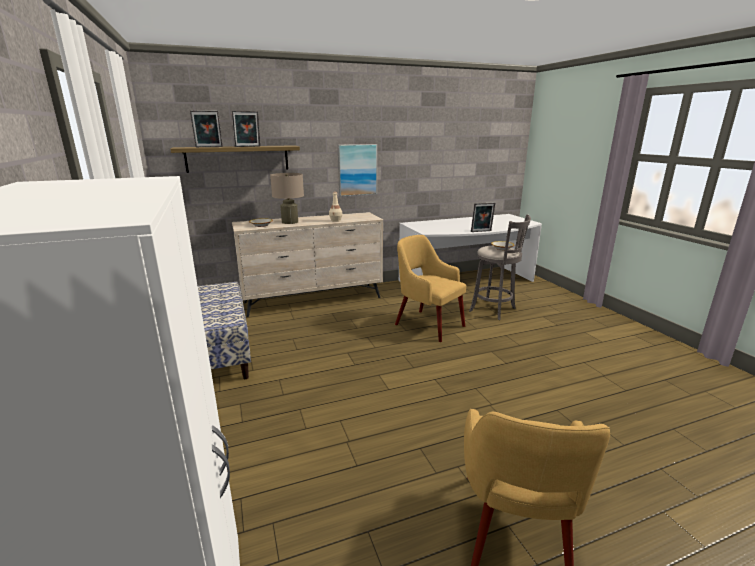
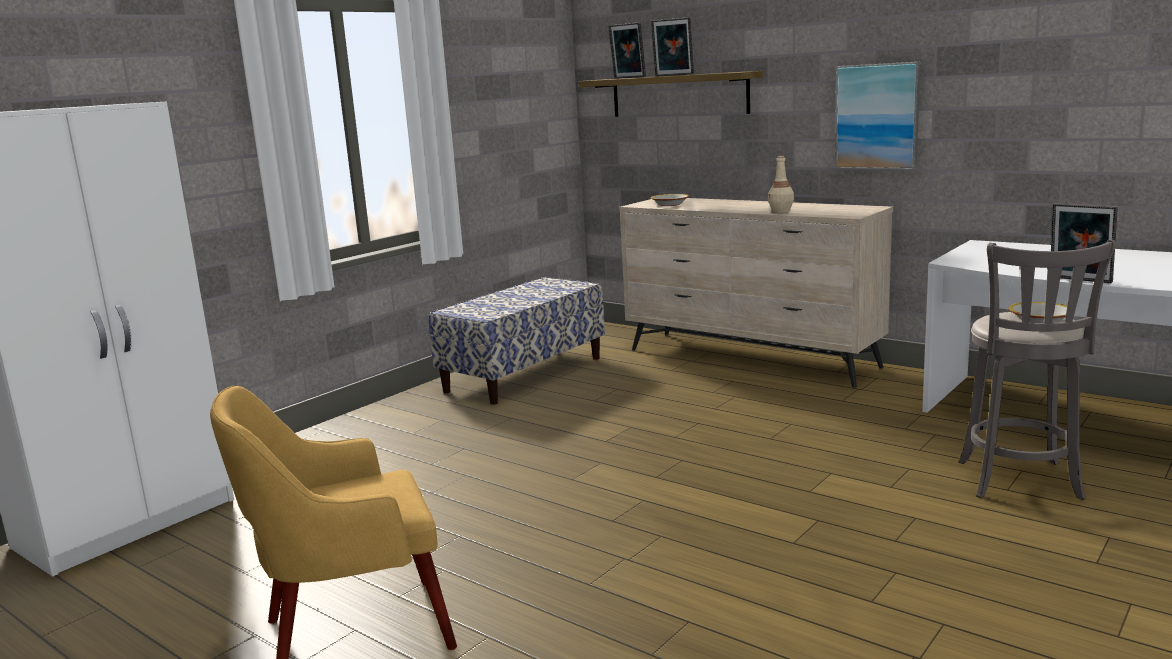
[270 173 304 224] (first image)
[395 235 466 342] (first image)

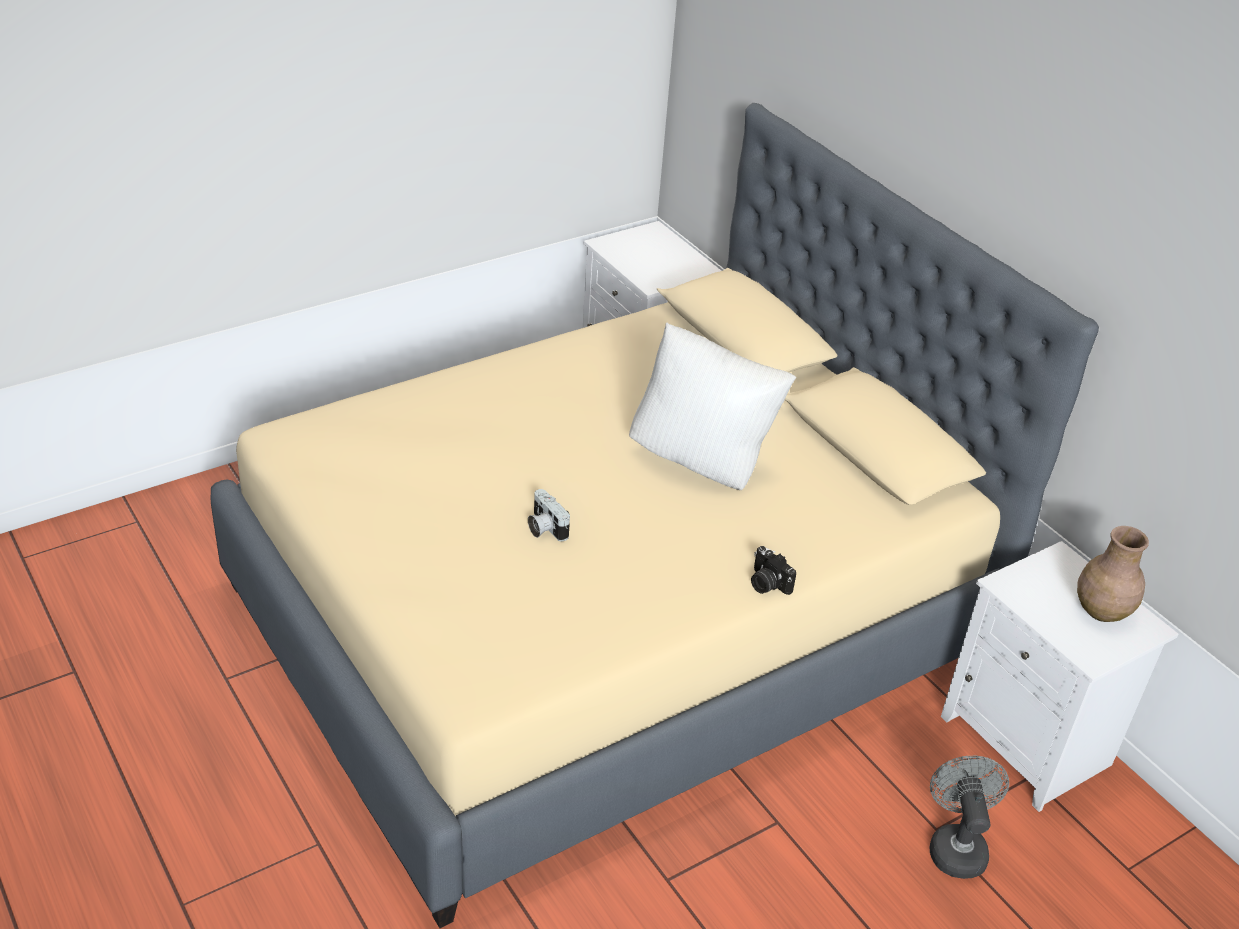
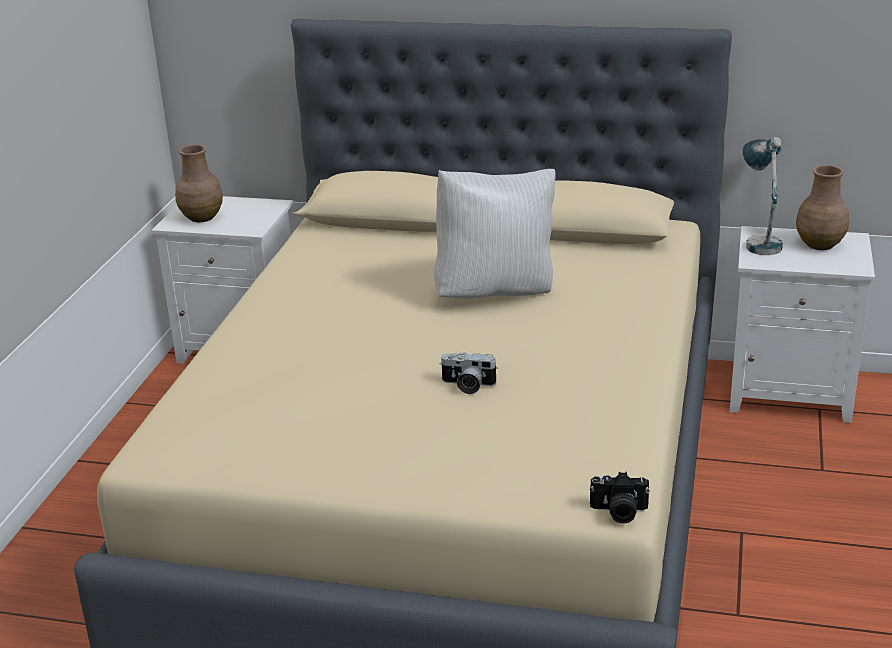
[929 756 1009 879] (first image)
[175 145 223 222]
[743 137 783 255]
[589 472 650 524]

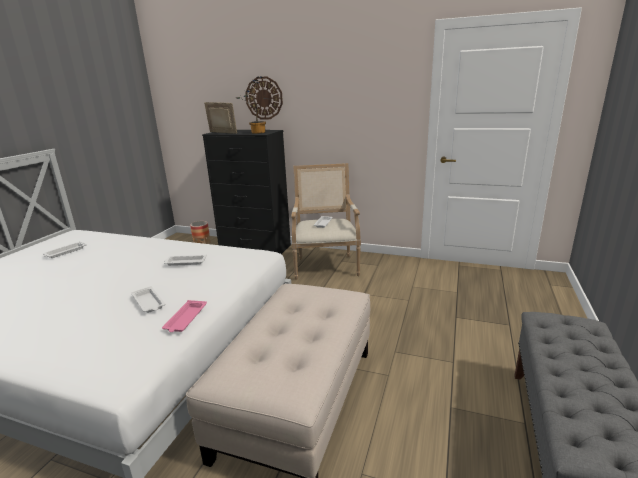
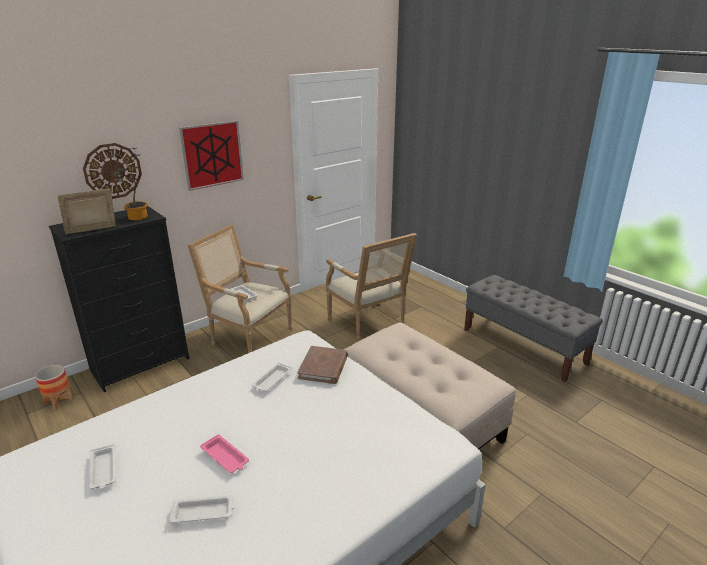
[179 120 244 191]
[297 346 348 384]
[326 233 417 341]
[169 496 235 523]
[200 434 249 473]

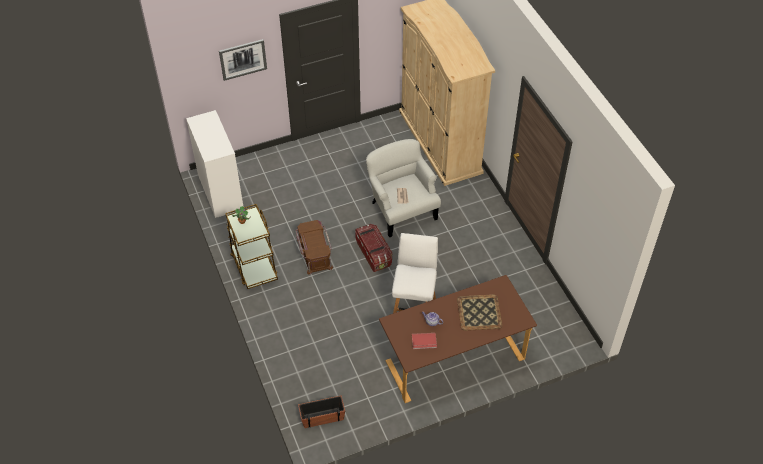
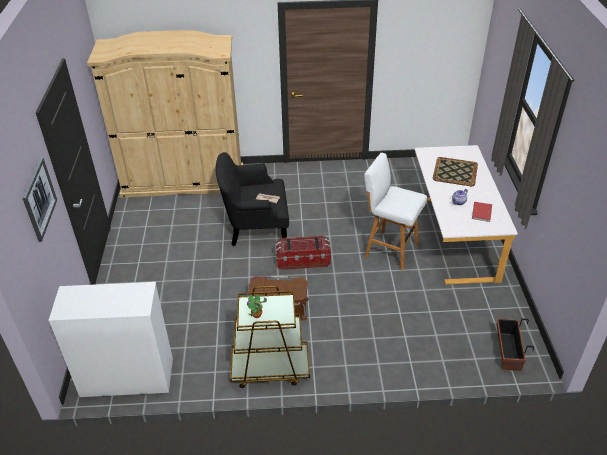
[215 152 289 246]
[415 145 518 284]

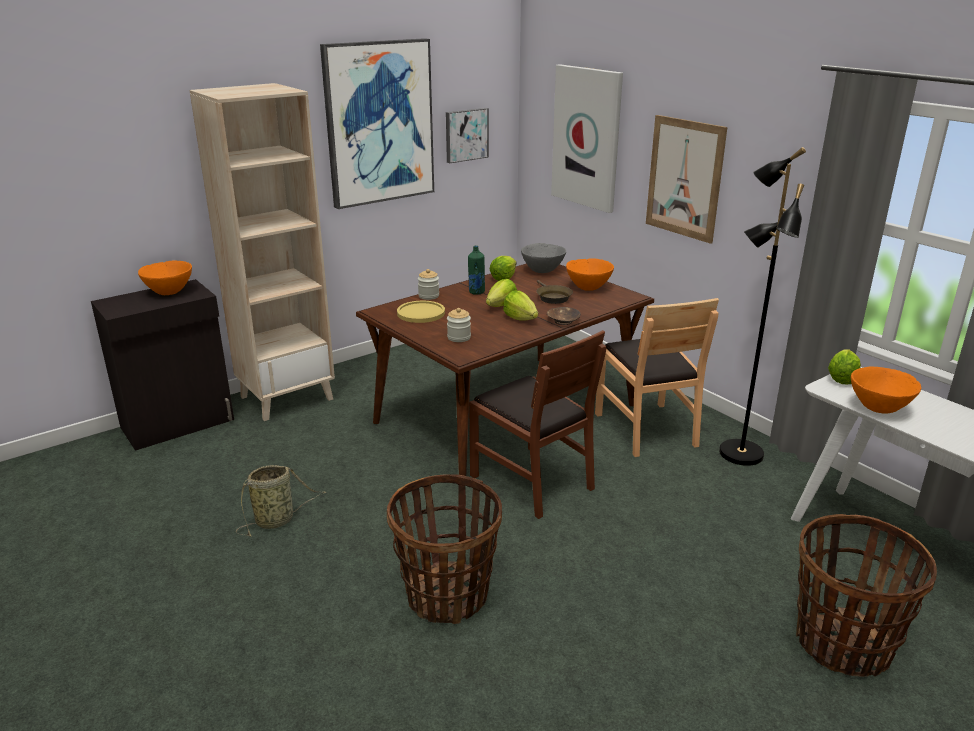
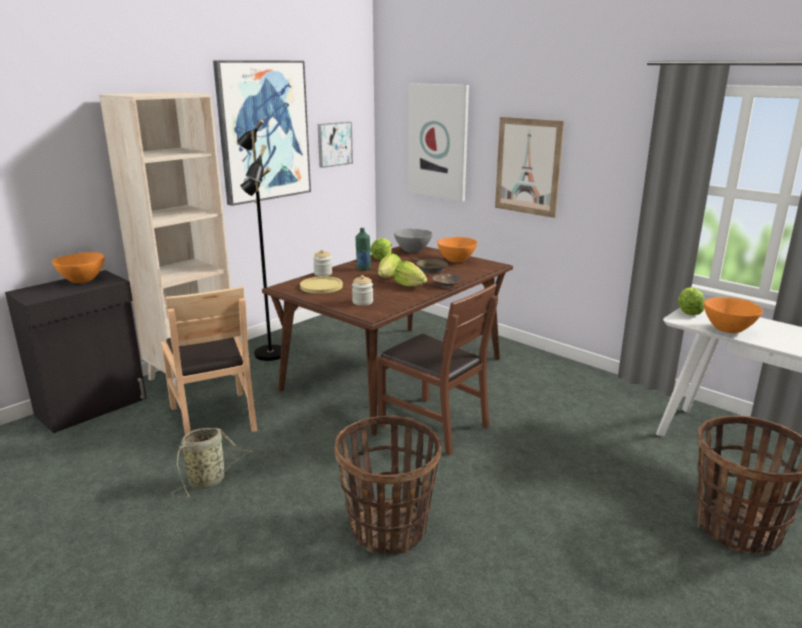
[161 286 257 435]
[237 119 281 361]

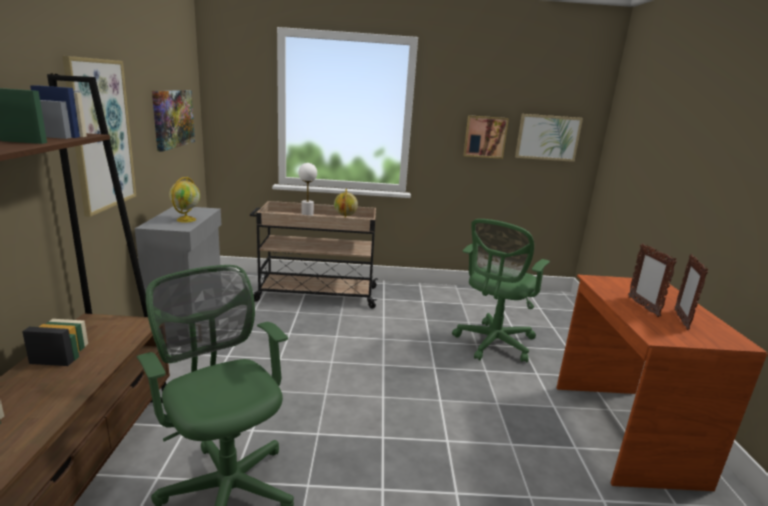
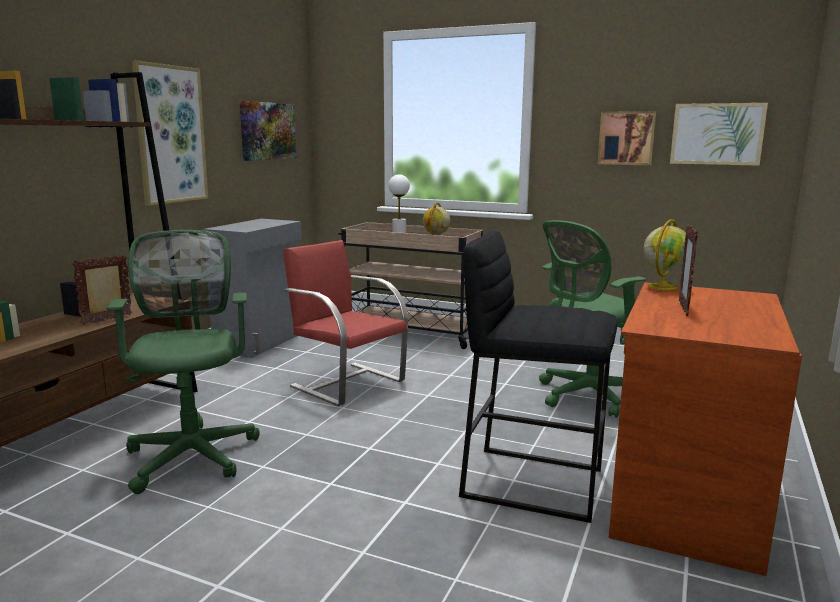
[283 240 408 406]
[459 231 617 523]
[644 219 686 291]
[72 255 132 325]

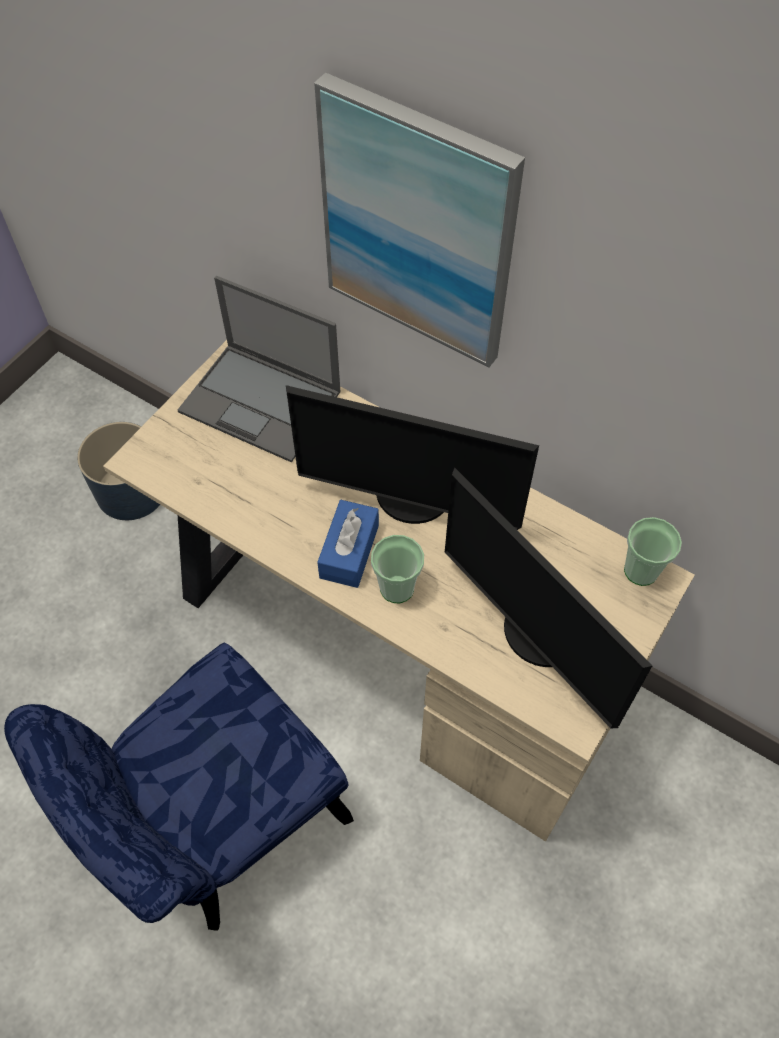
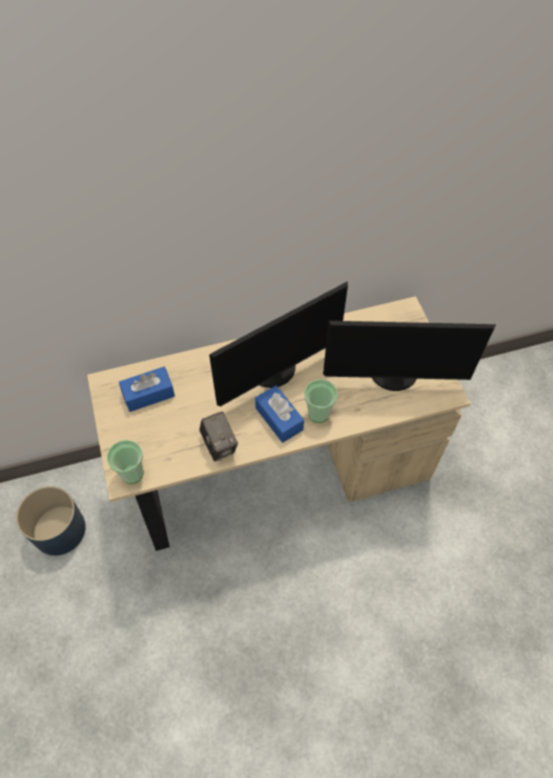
[4 642 354 931] (first image)
[314 72 525 367] (first image)
[199 411 238 461]
[107 440 144 484]
[119 366 175 412]

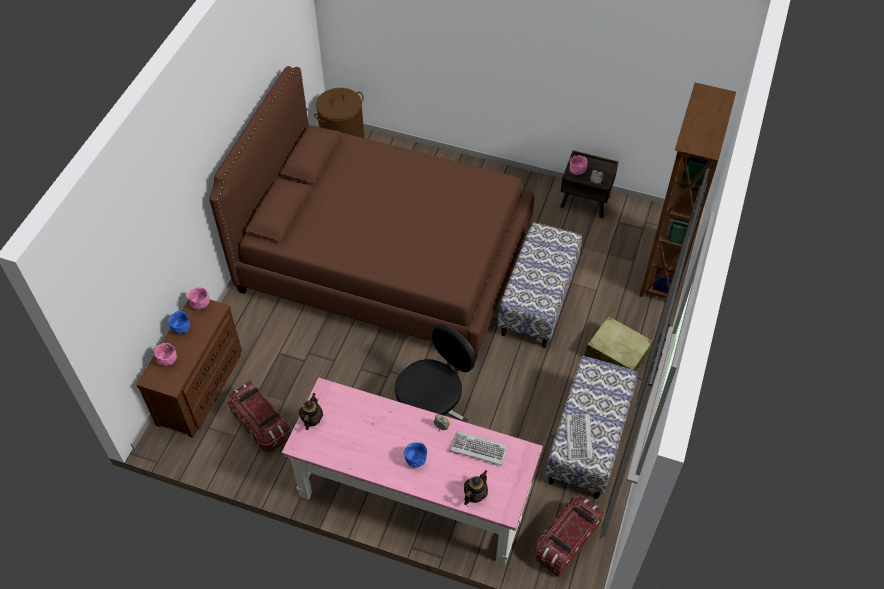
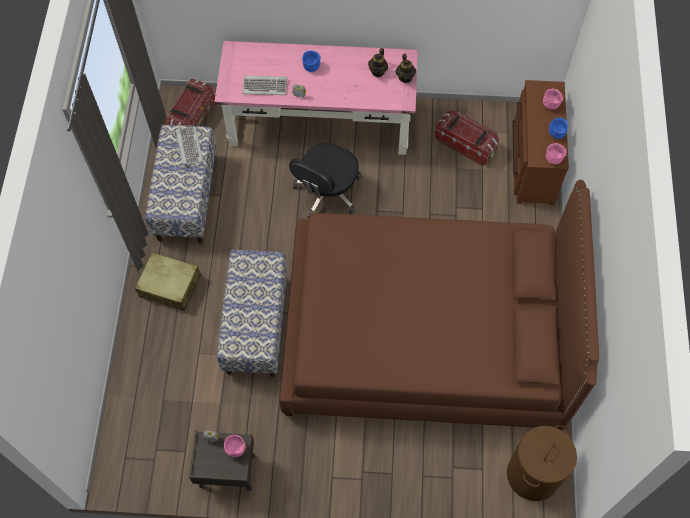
[640 83 736 299] (first image)
[368 48 388 77]

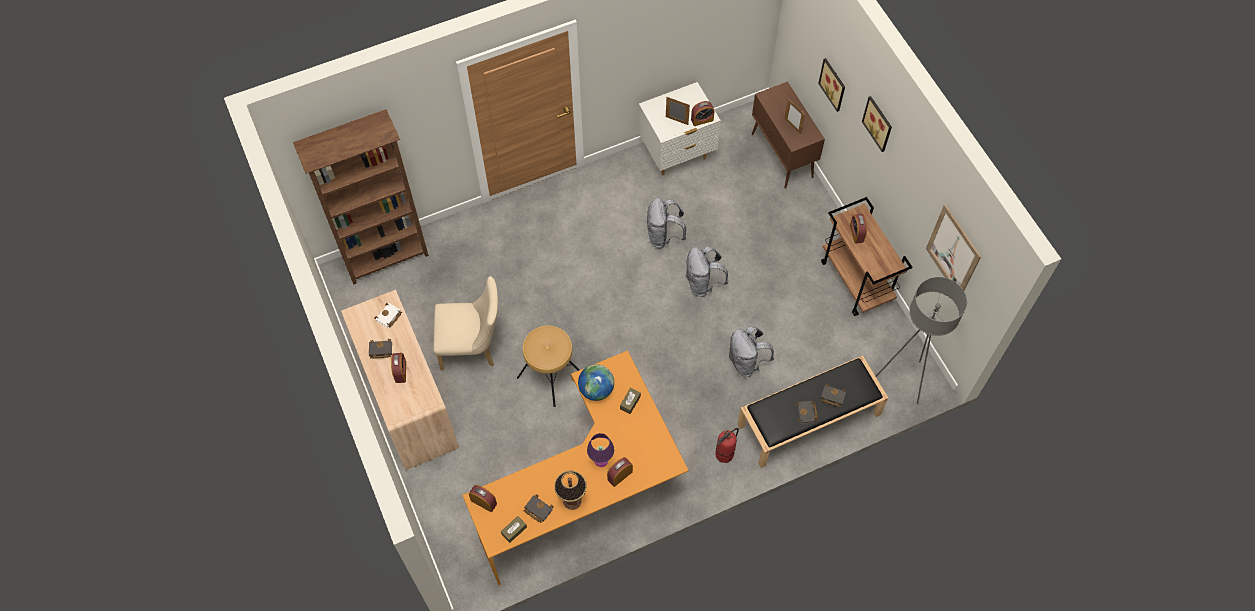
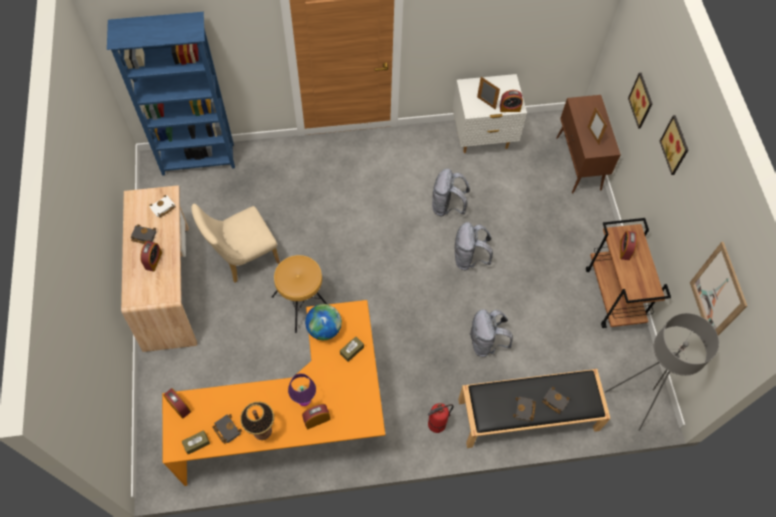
[107 12 235 176]
[191 204 280 283]

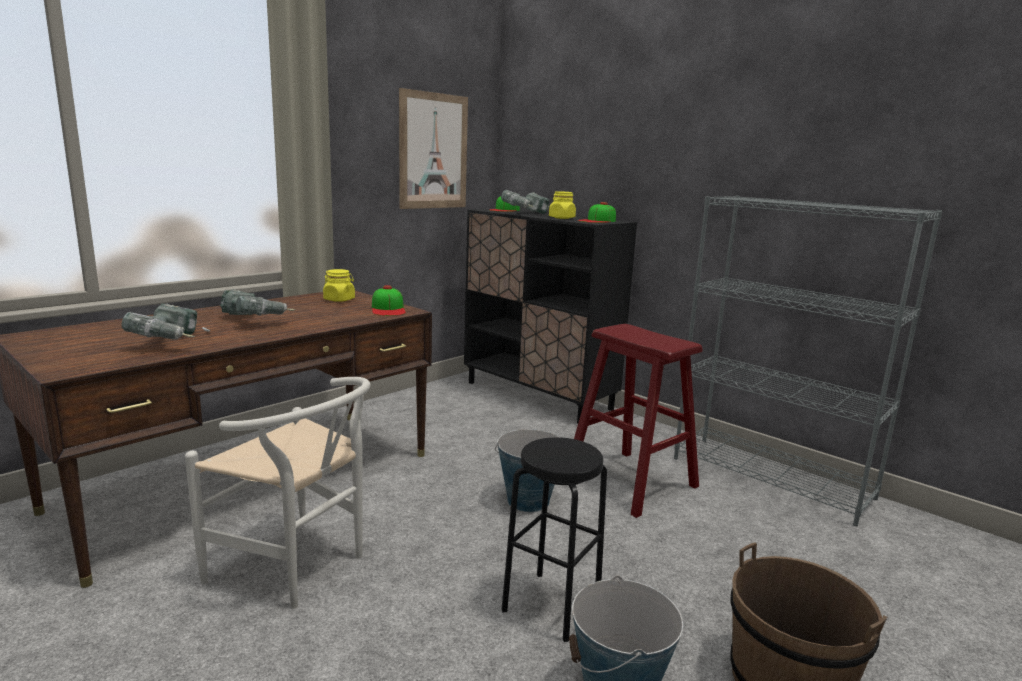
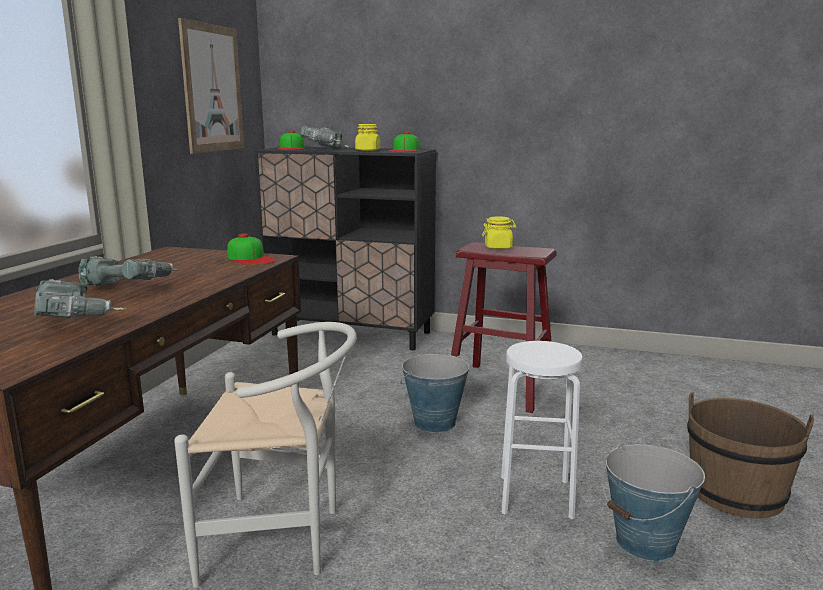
[674 196 942 526] (first image)
[482 216 516 249]
[501 341 583 519]

